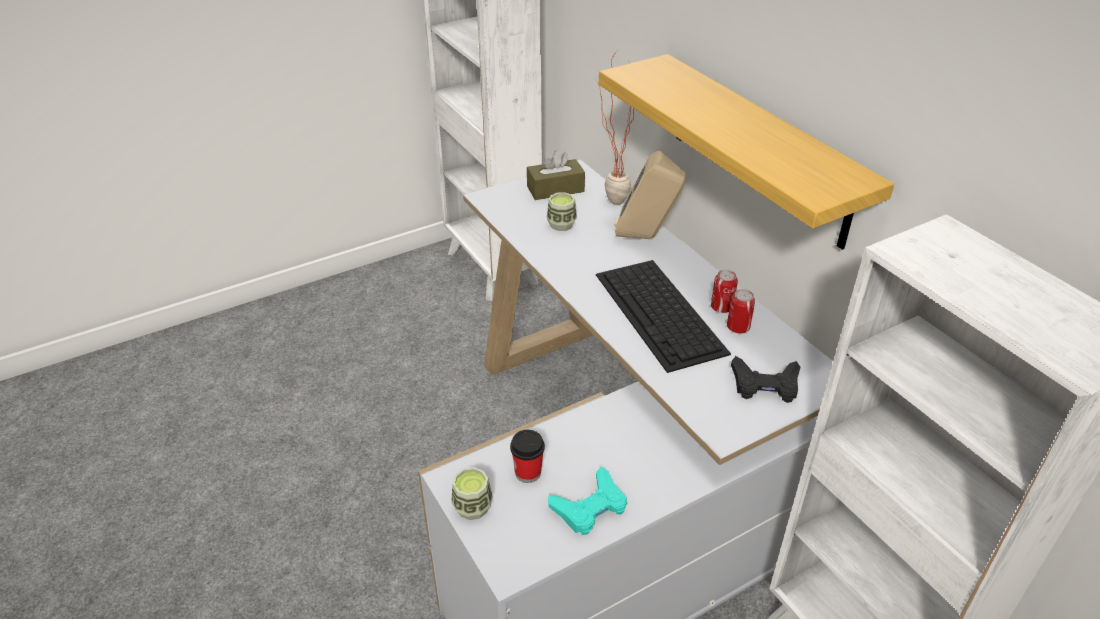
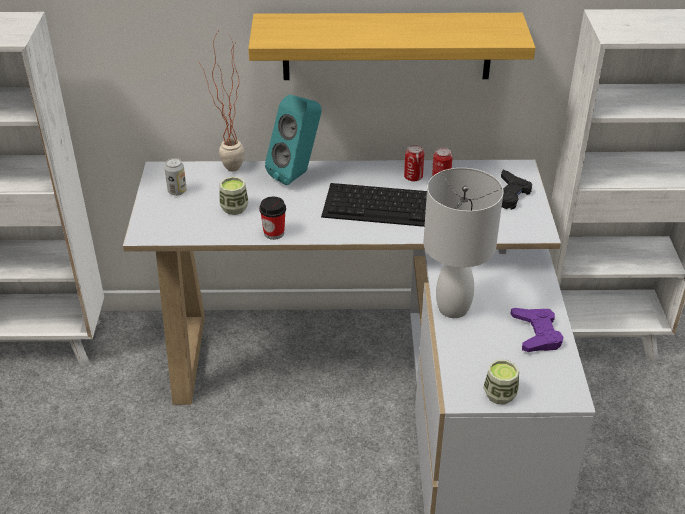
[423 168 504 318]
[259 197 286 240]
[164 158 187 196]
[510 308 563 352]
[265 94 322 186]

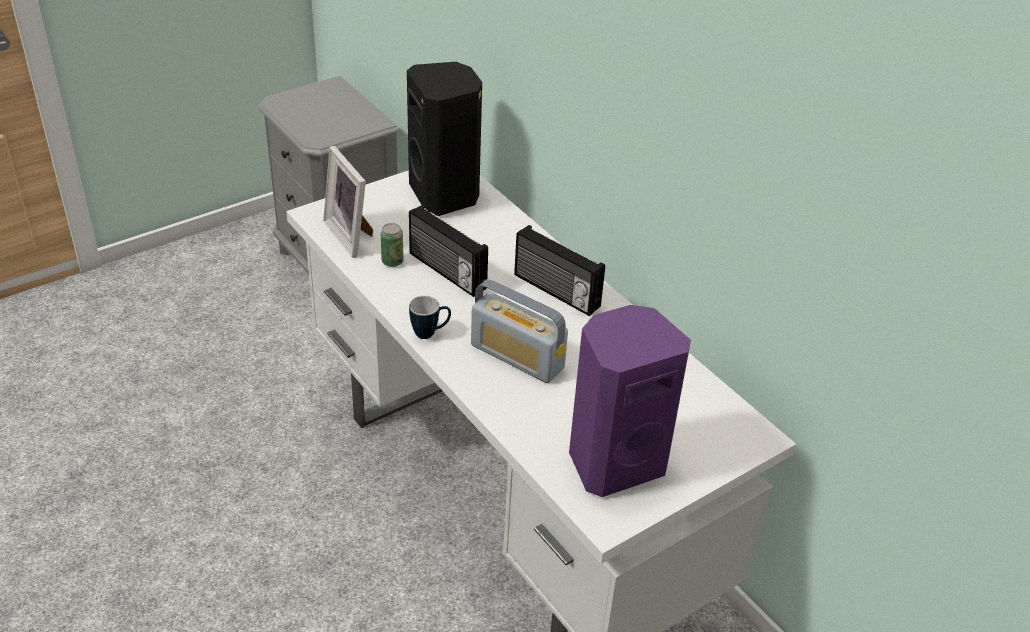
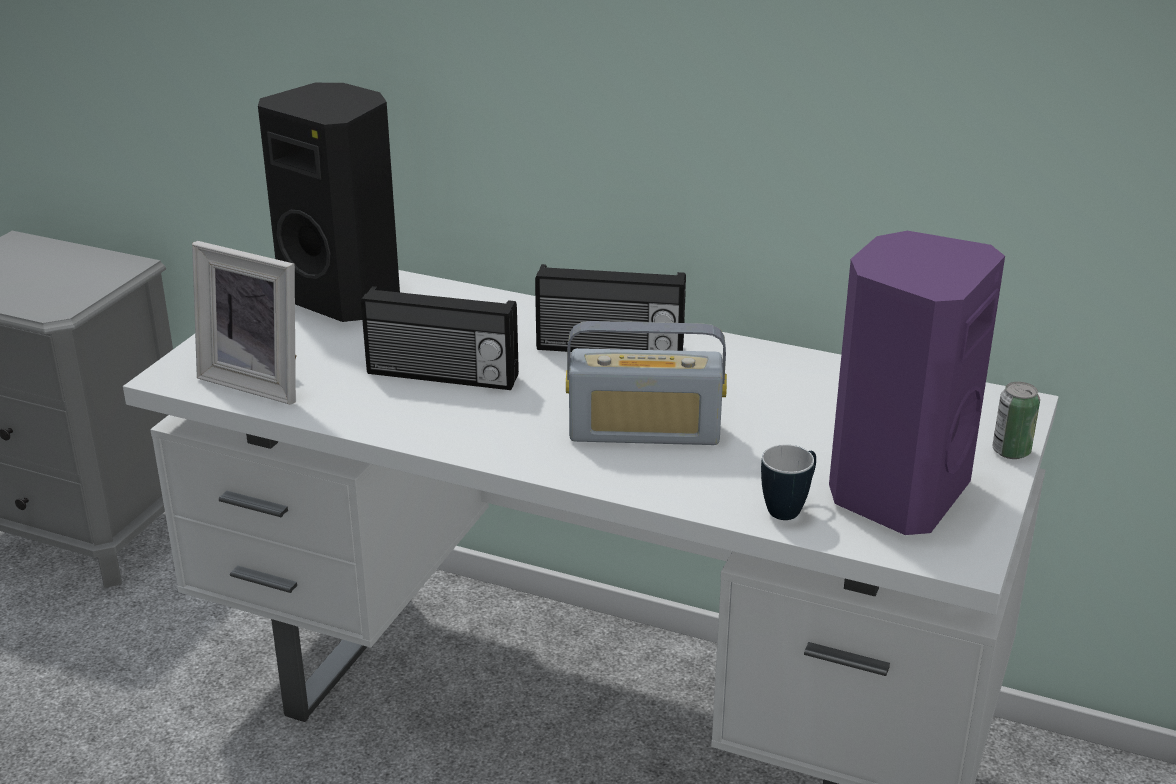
[992 382 1040 459]
[761 444 816 520]

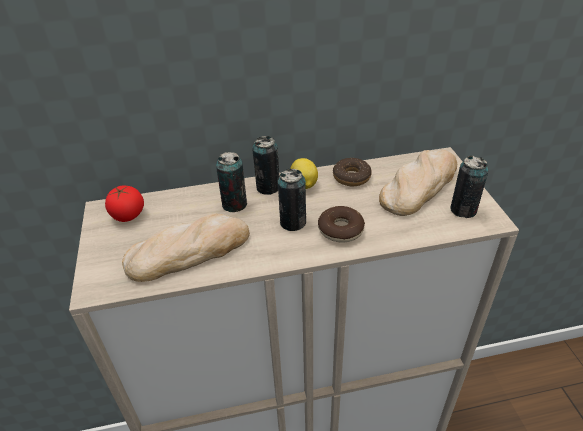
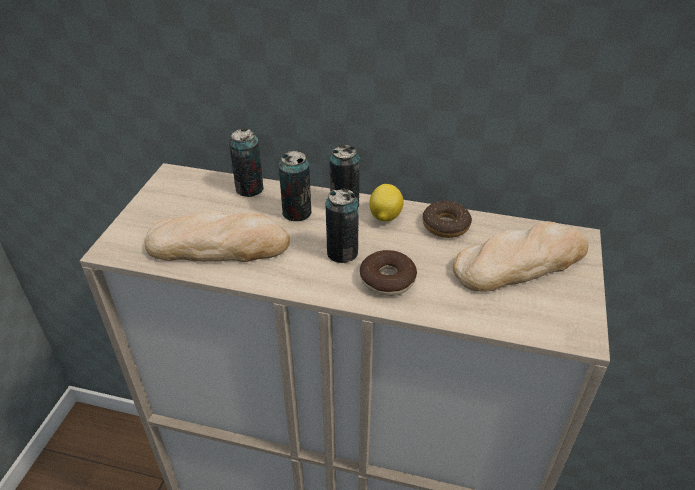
[105 186 144 222] (first image)
[229 128 264 197]

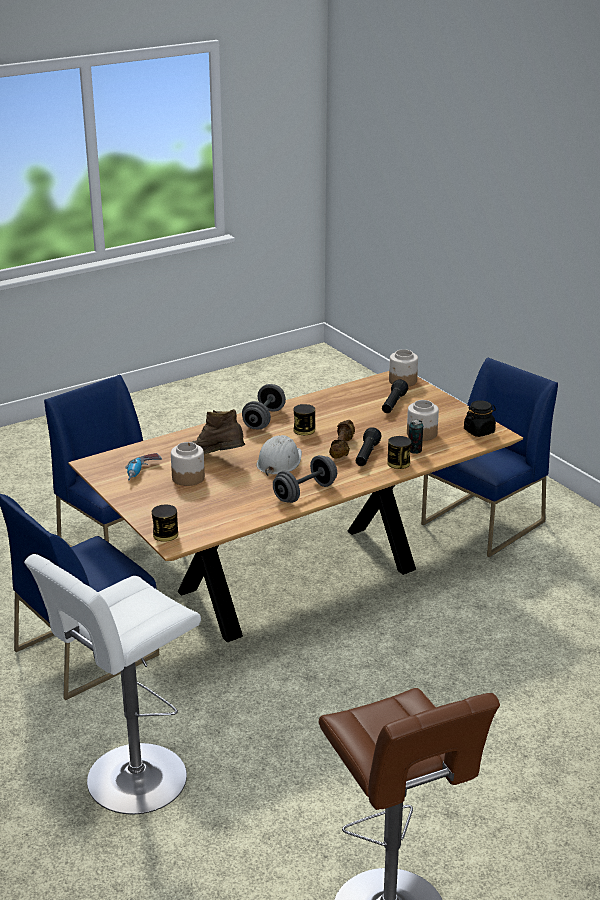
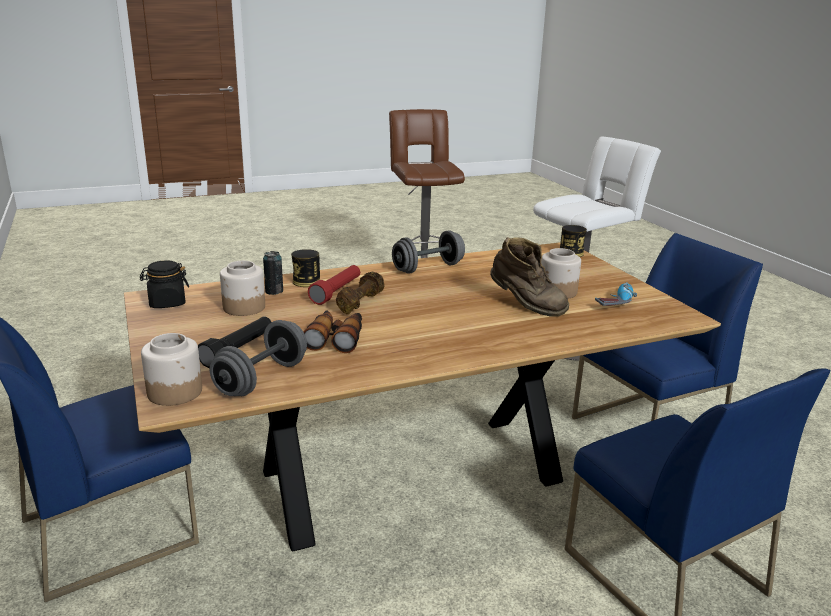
[256 435 302 476] (first image)
[293 404 315 435] (first image)
[303 311 362 353]
[210 320 307 396]
[308 265 360 305]

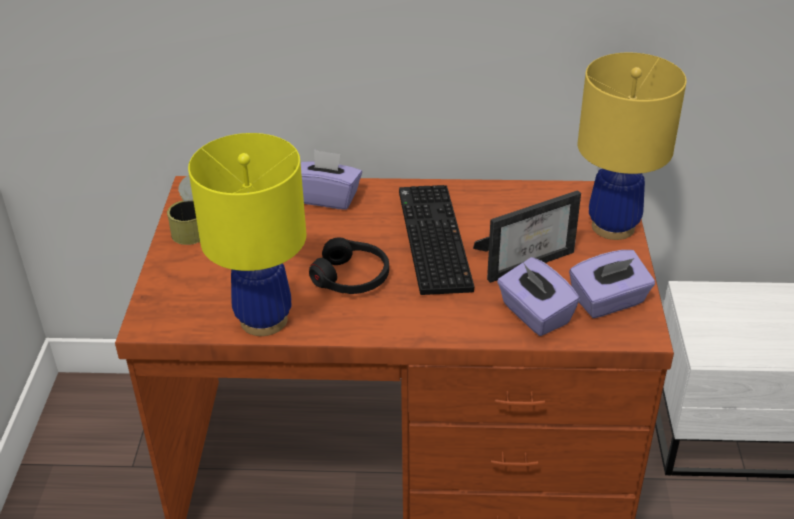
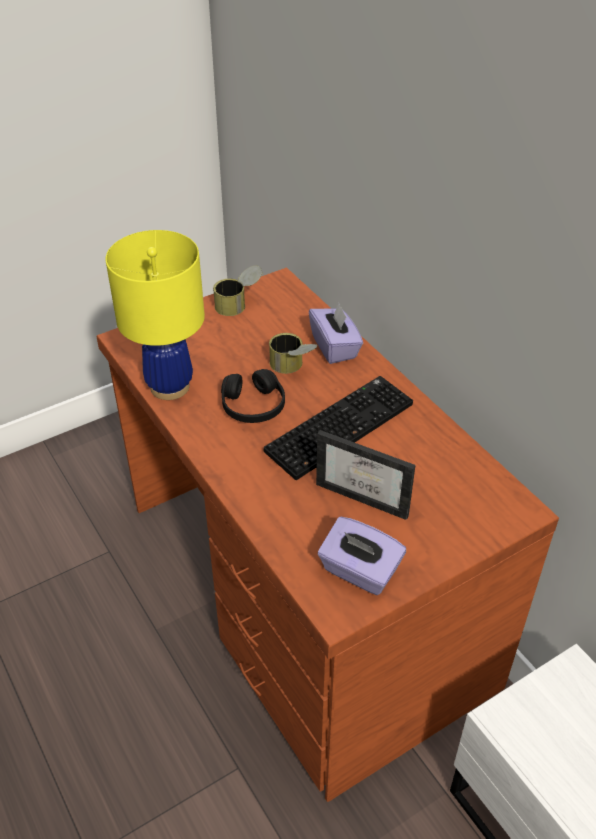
[497 257 580 336] (first image)
[577 53 687 240] (first image)
[269 333 317 374]

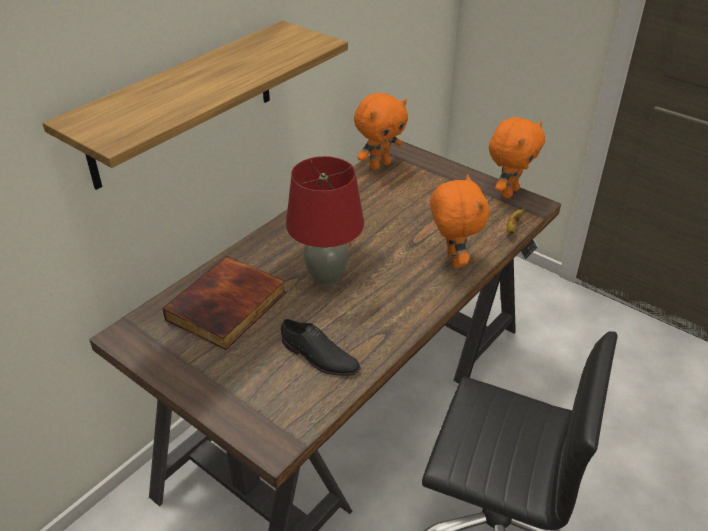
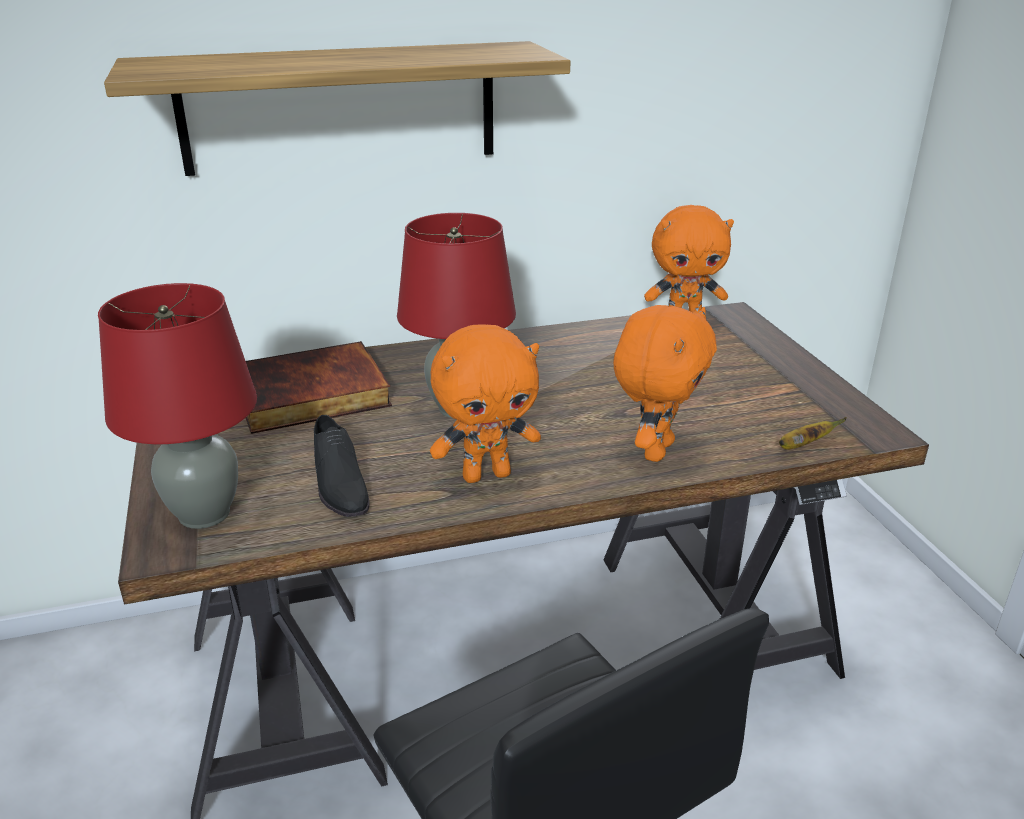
[98 283 257 529]
[430 324 541 483]

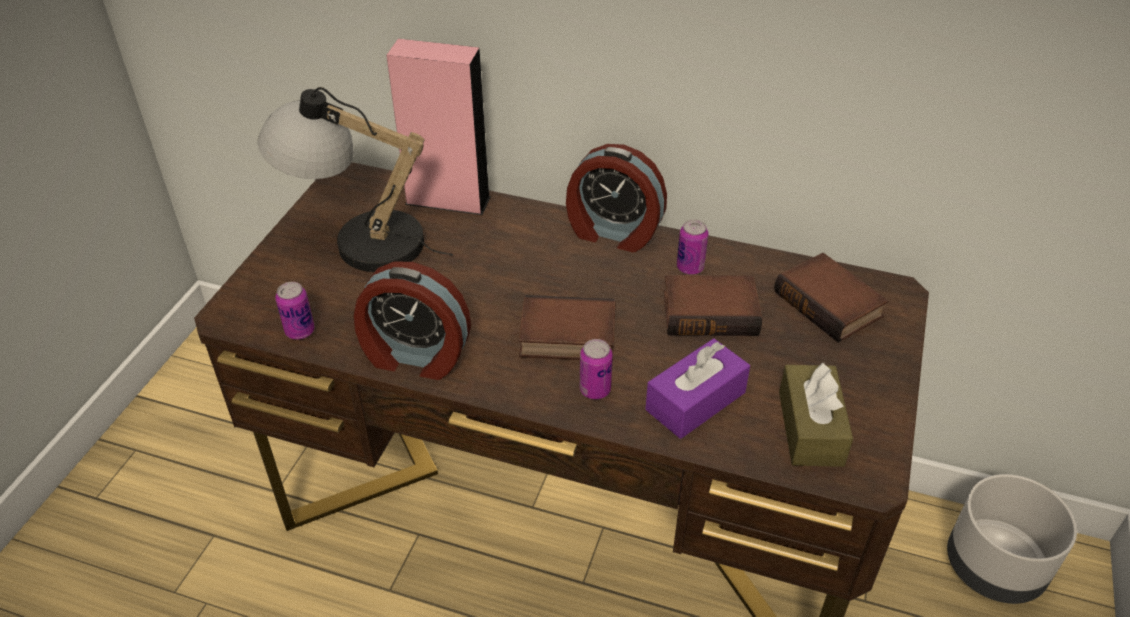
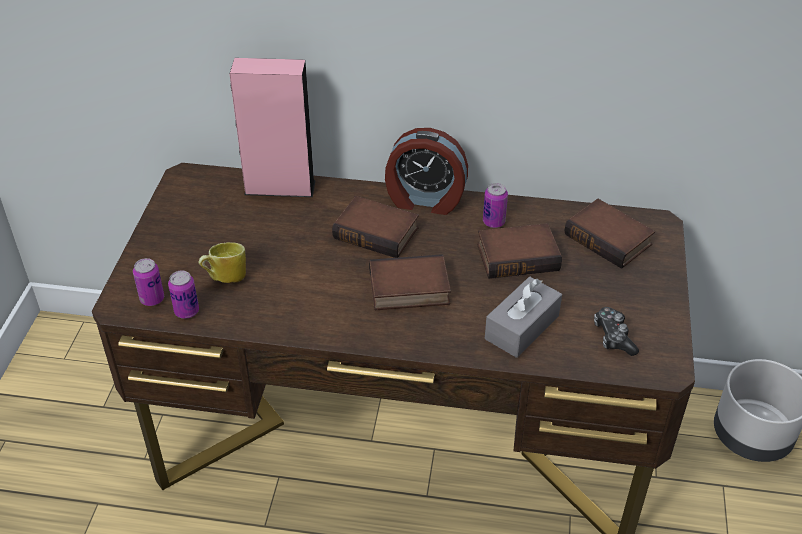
[258 87 453 272] (first image)
[354 262 471 380] (first image)
[199 242 246 283]
[332 196 419 258]
[133 258 164 306]
[594 307 639 356]
[485 277 562 358]

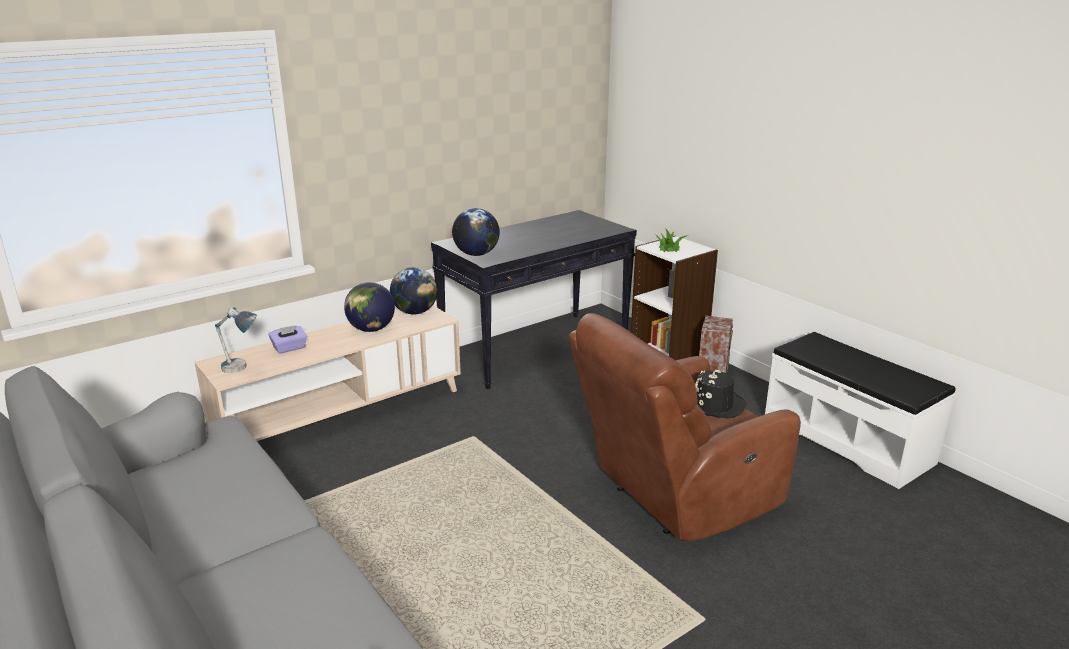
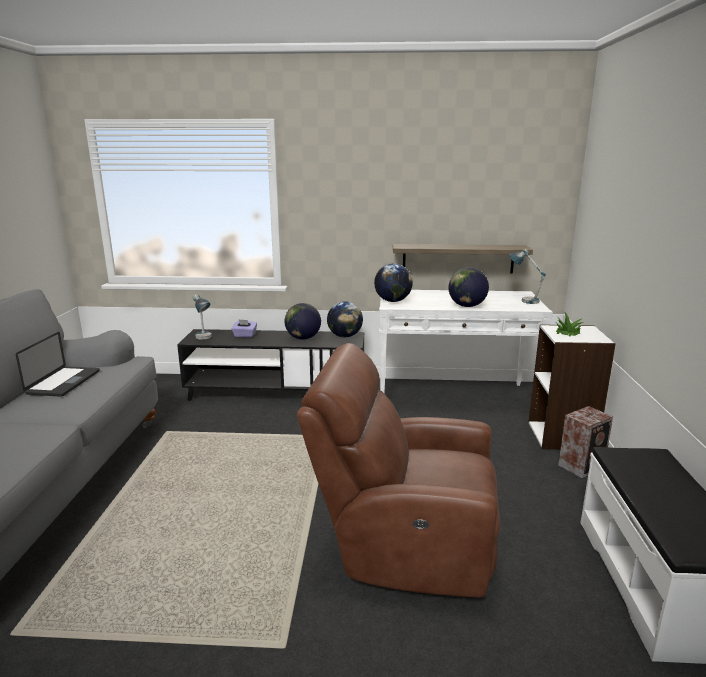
[695 369 746 418] (first image)
[16 332 100 397]
[393 244 533 273]
[448 267 489 307]
[509 249 546 304]
[177 329 364 401]
[379 290 553 393]

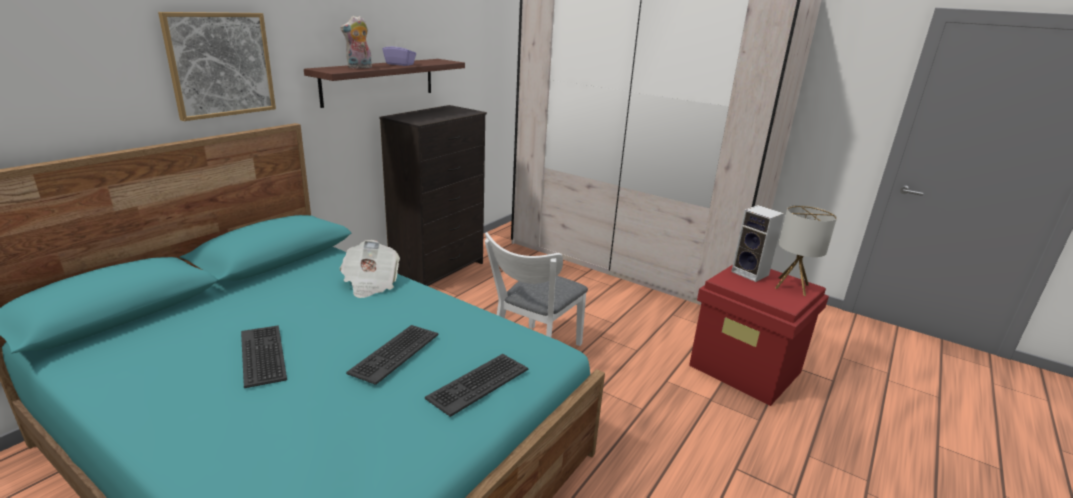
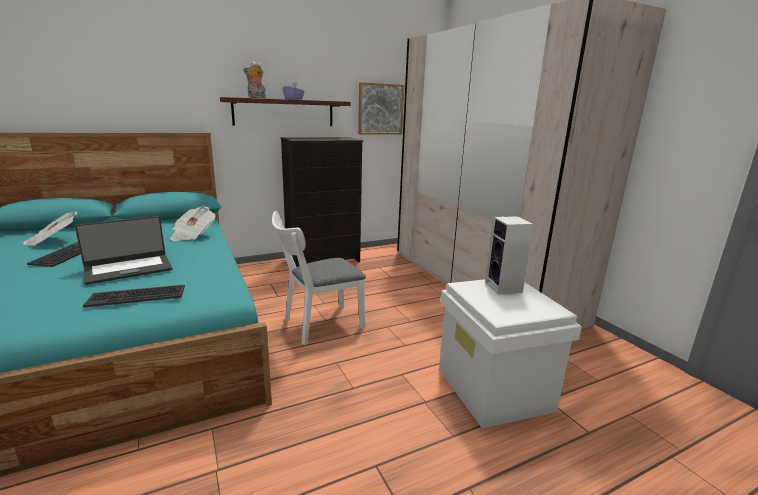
[775 205 837 296] (first image)
[23 211 78 246]
[358 82 404 135]
[75 216 173 285]
[439 279 582 429]

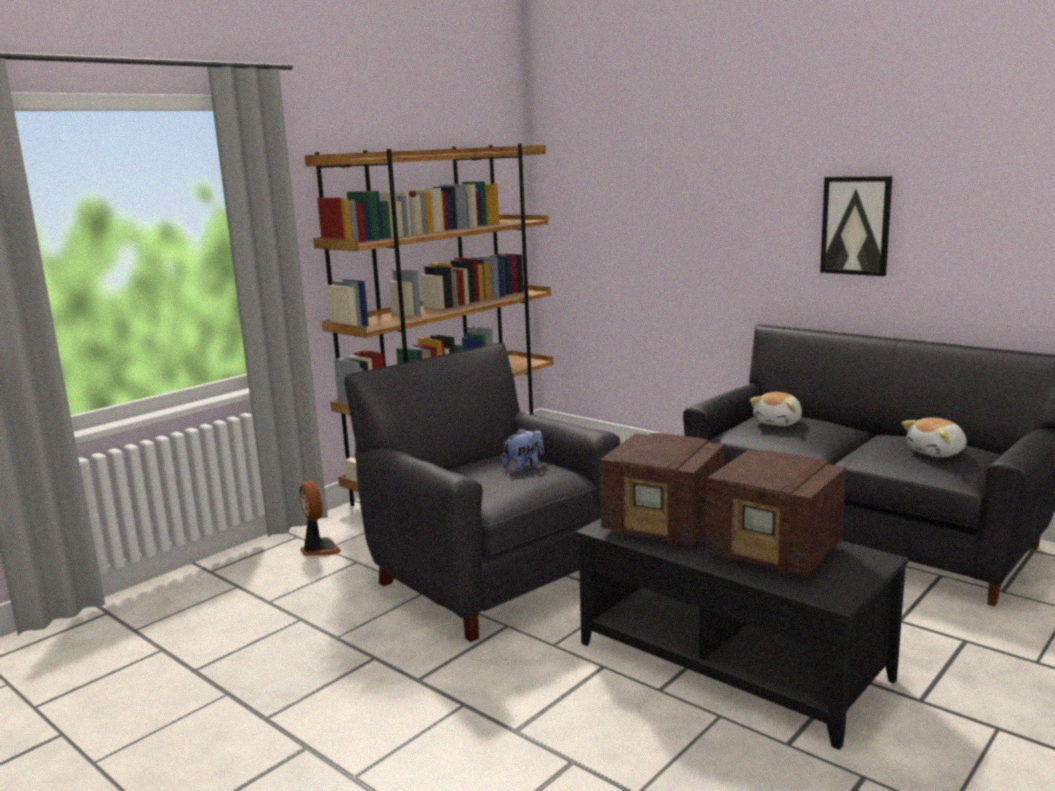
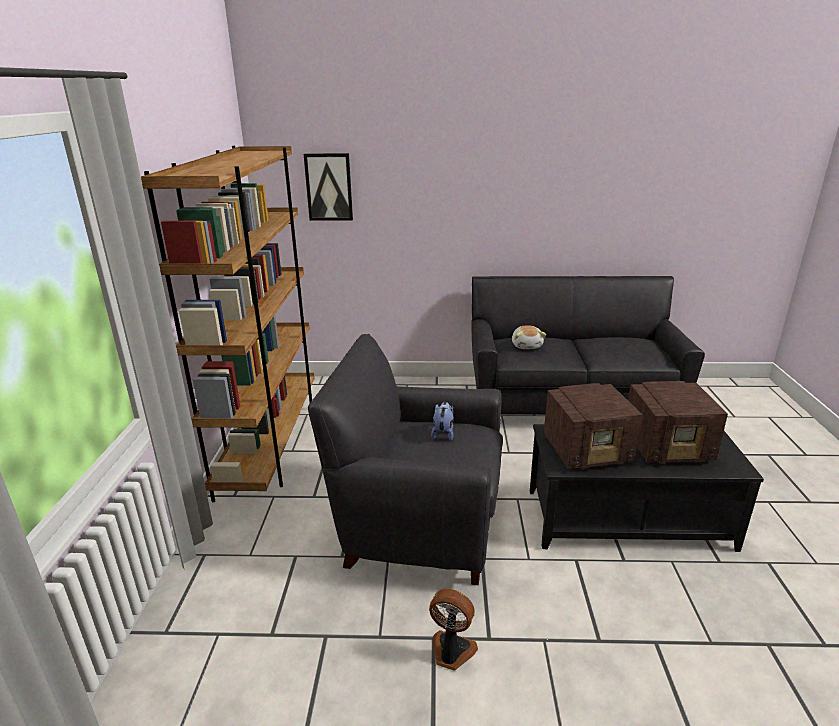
[902 417 967 457] (first image)
[429 589 478 670]
[304 153 353 221]

